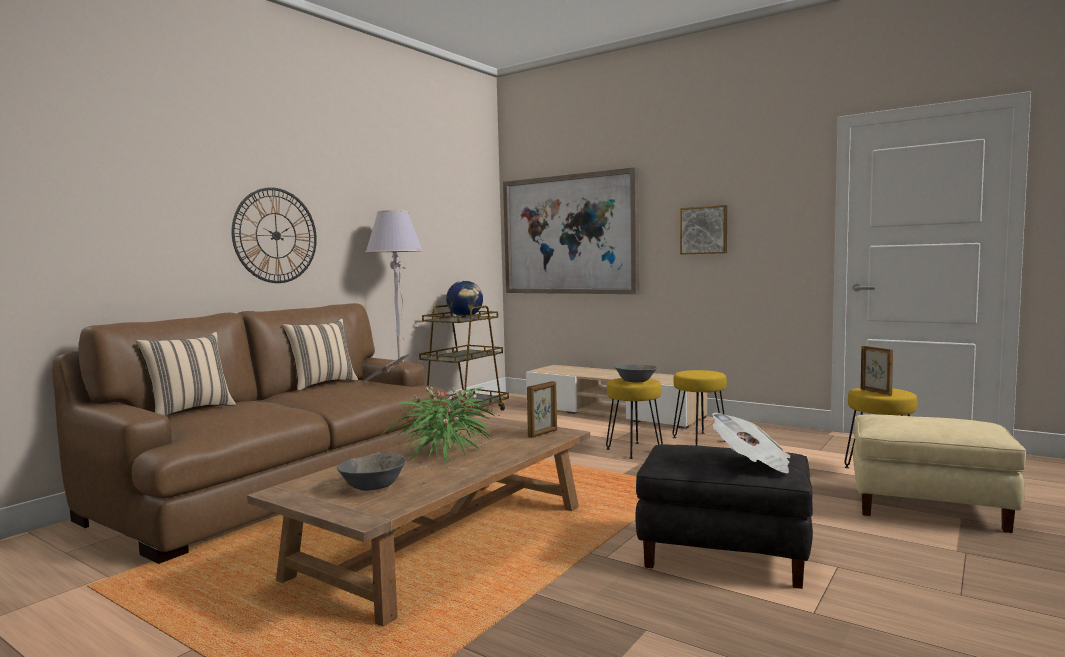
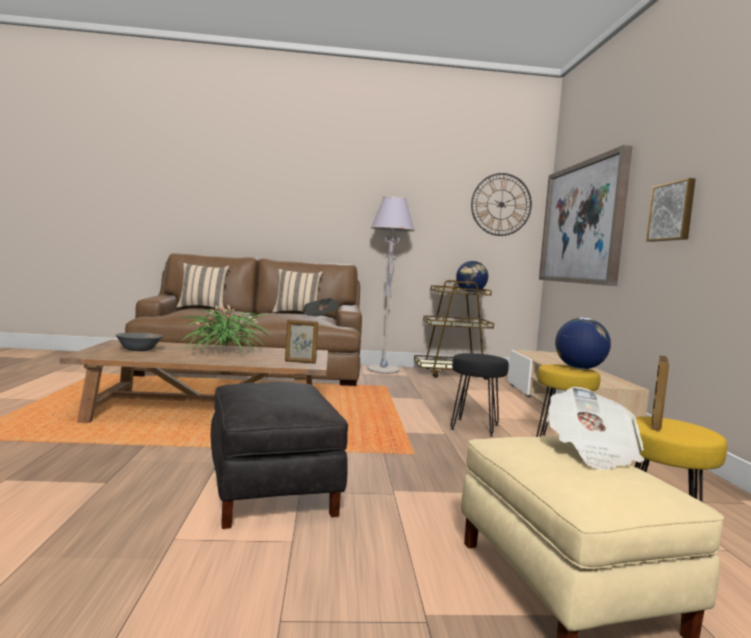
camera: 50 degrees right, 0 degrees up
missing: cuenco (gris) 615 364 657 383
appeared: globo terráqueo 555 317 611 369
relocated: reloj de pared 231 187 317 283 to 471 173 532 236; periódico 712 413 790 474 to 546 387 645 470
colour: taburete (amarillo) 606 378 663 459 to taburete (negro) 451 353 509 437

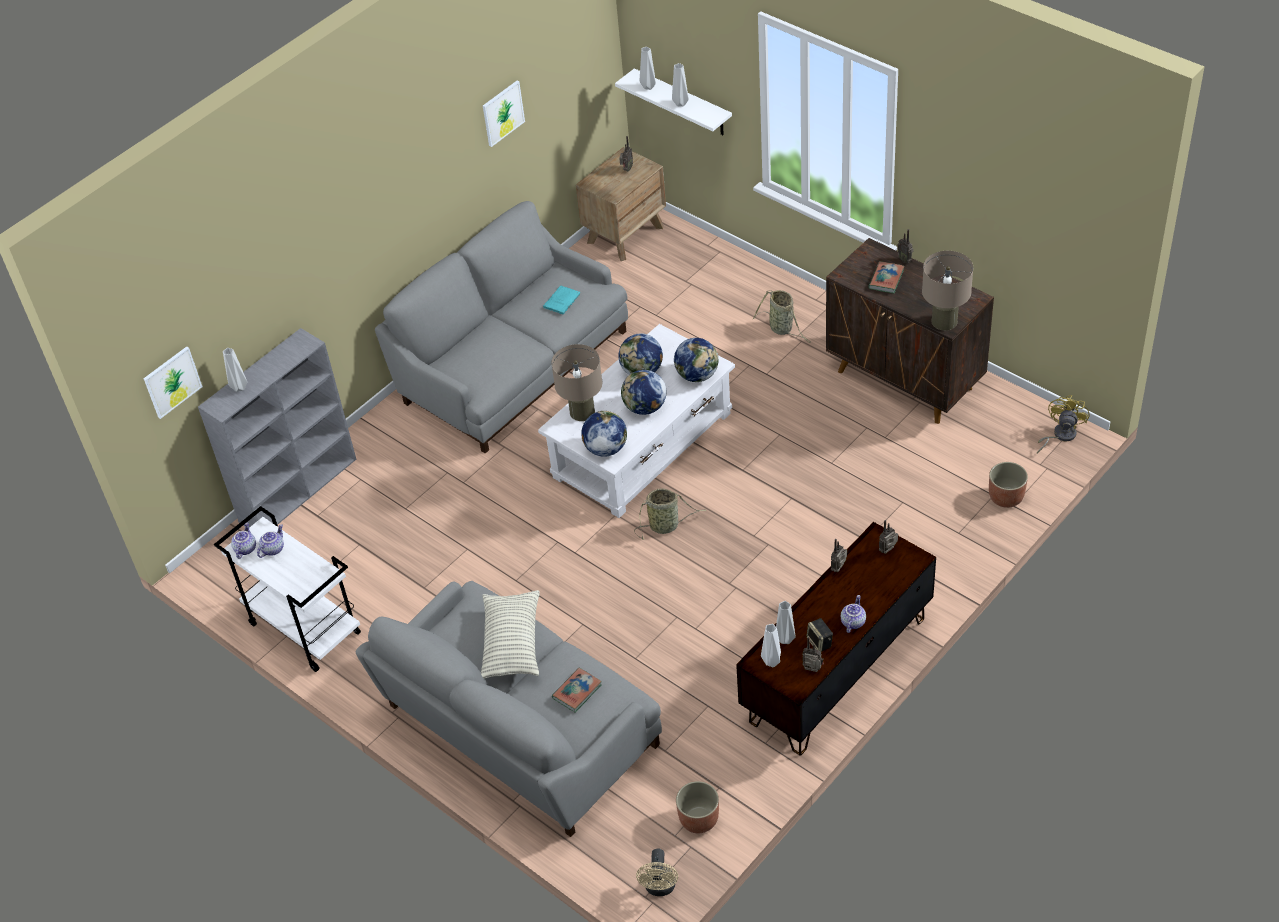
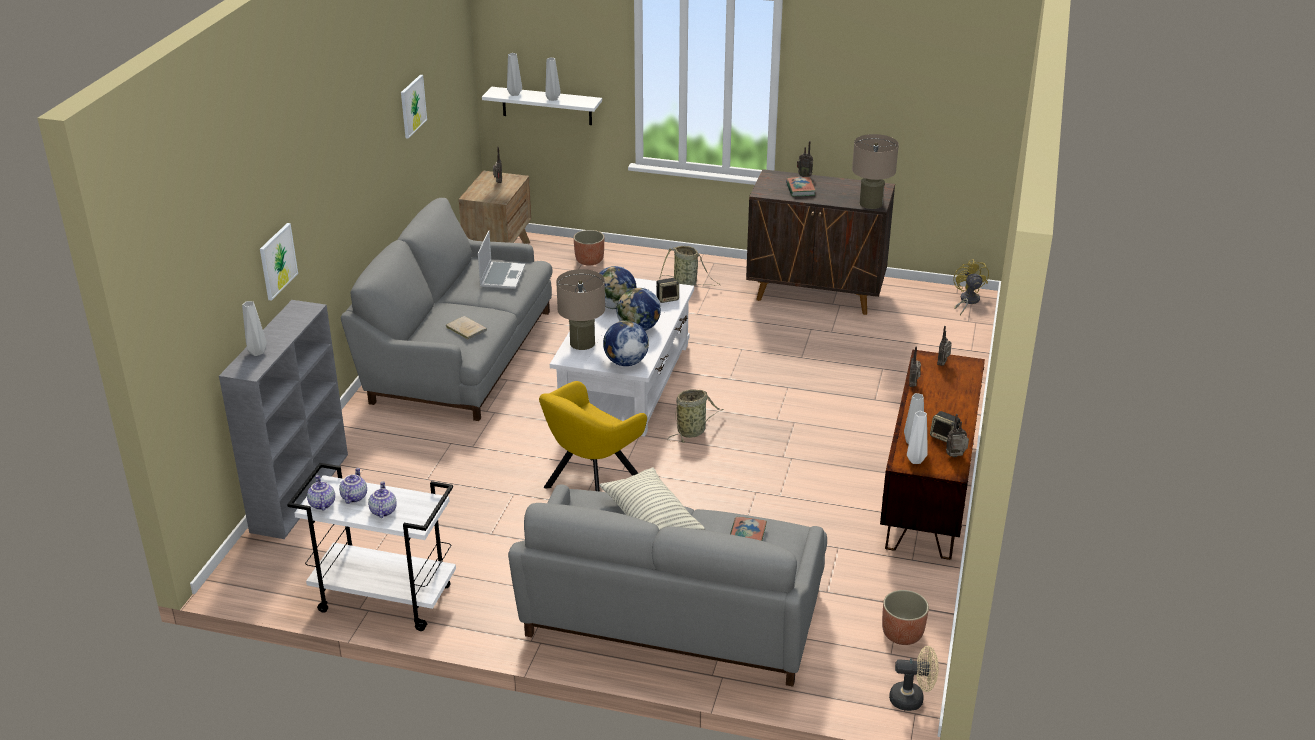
camera: 30 degrees left, 15 degrees down
appeared: libro (beis) 445 316 487 339; sillón (amarillo) 539 381 647 491
relocated: cuadro 143 347 203 419 to 260 223 298 301; maceta 989 462 1028 508 to 573 230 604 265; tetera 841 595 866 633 to 368 481 397 518
exchanged: libro (turquesa) 543 286 580 315 to portátil 478 231 525 289; globo terráqueo 674 338 718 382 to altavoz 656 278 679 303
spun: ventilador (beis) 636 848 678 896 = 889 646 939 711 60 degrees counterclockwise

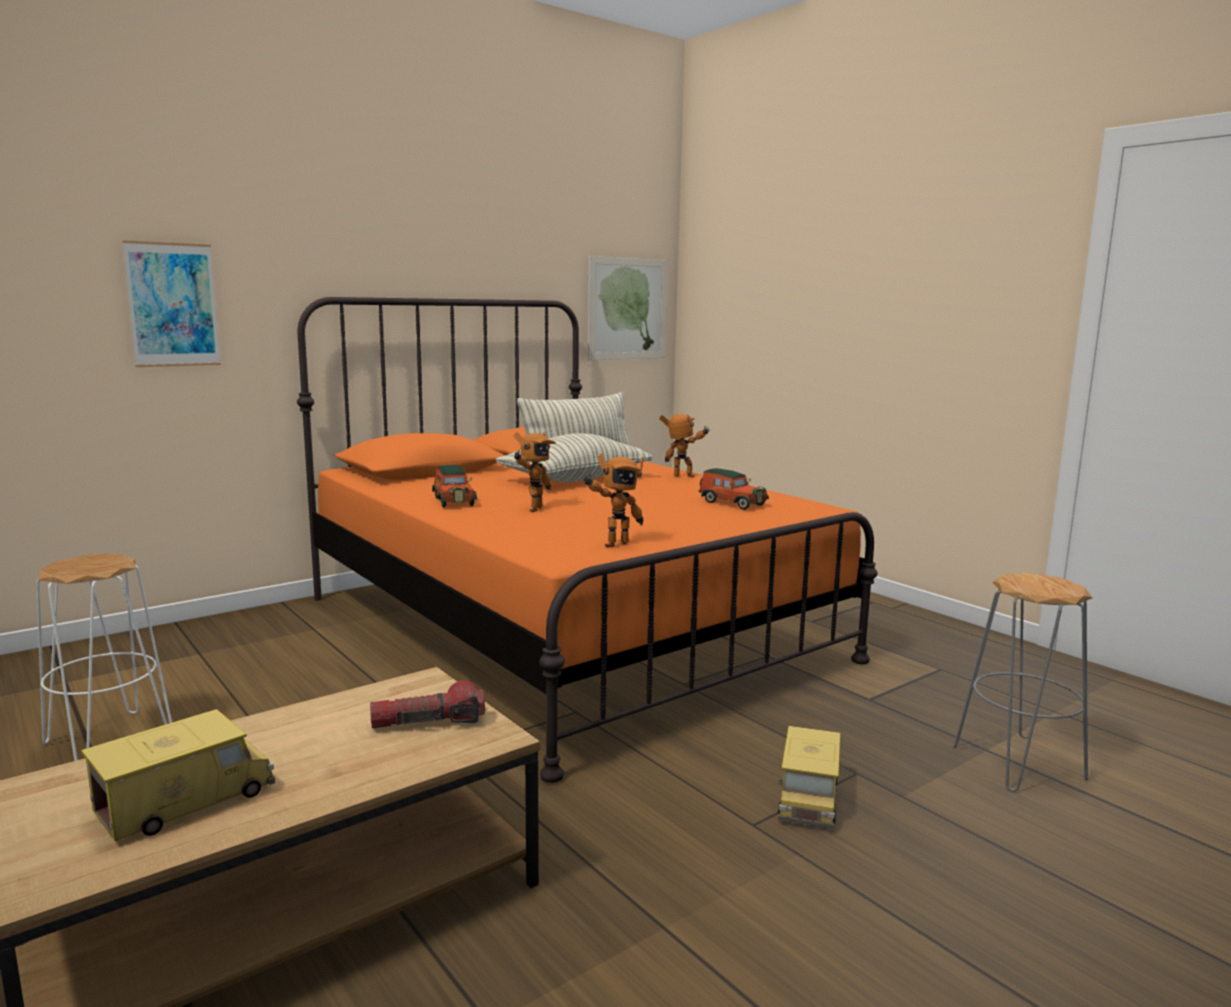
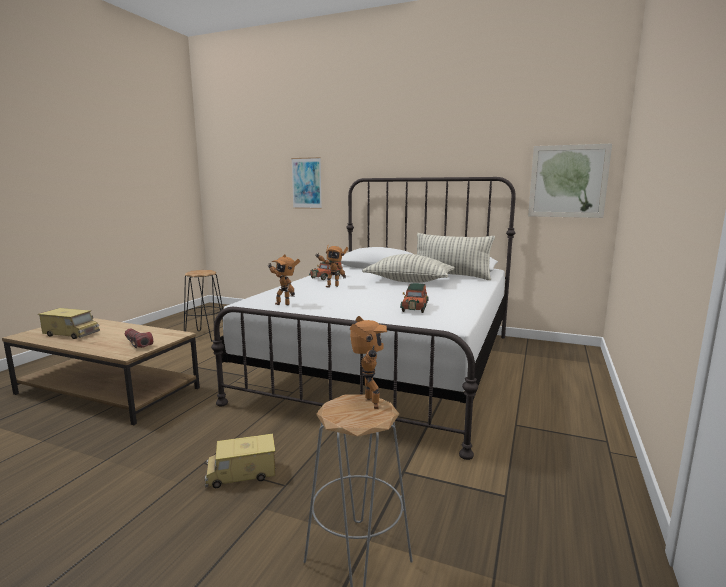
camera: 60 degrees right, 0 degrees up
relocated: robot de juguete 659 414 710 478 to 350 316 387 409
colour: cama (naranja) 297 297 878 783 to cama (blanco) 211 177 516 460; taburete (blanco) 36 554 172 761 to taburete (negro) 184 270 223 342

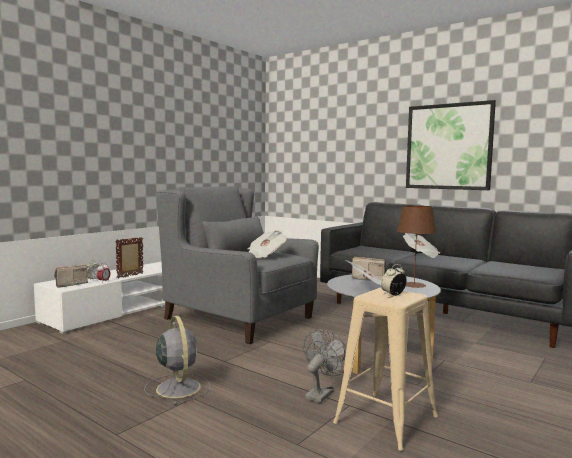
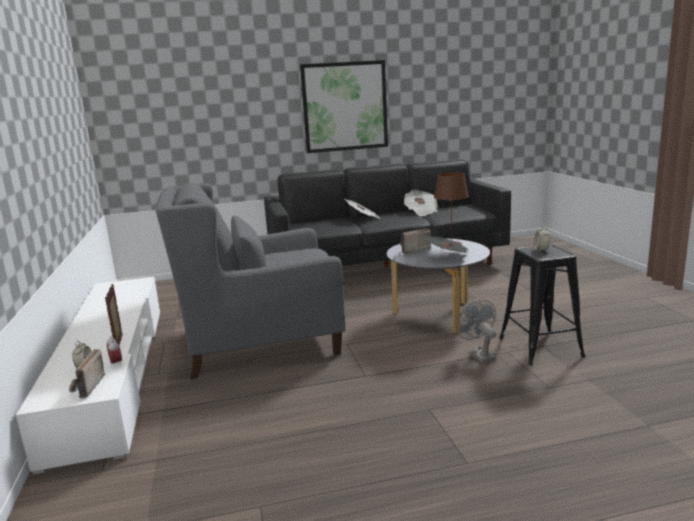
camera: 50 degrees left, 10 degrees up
missing: ventilador (gris) 144 316 210 405
relocated: periódico 248 230 287 258 to 404 189 438 216
colour: taburete (beis) 333 288 438 451 to taburete (negro) 499 244 585 366

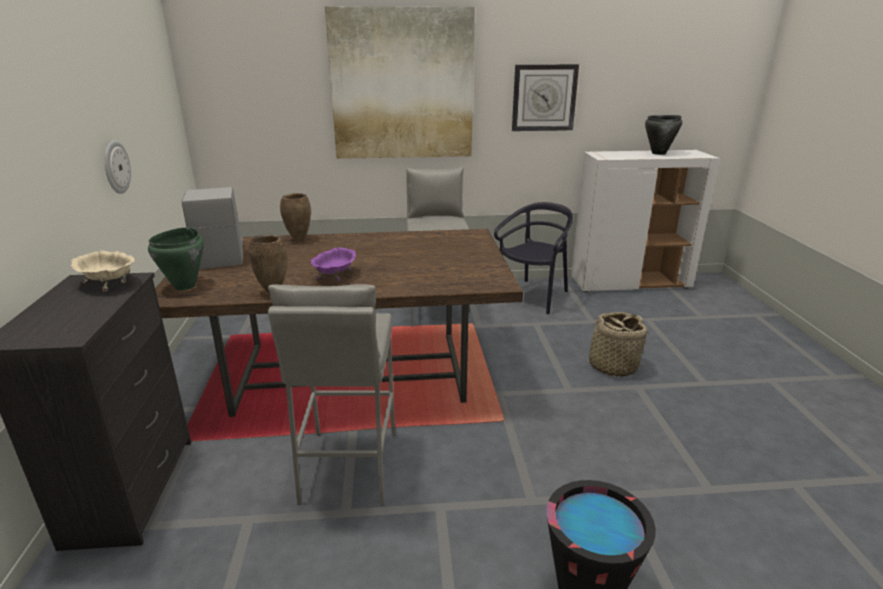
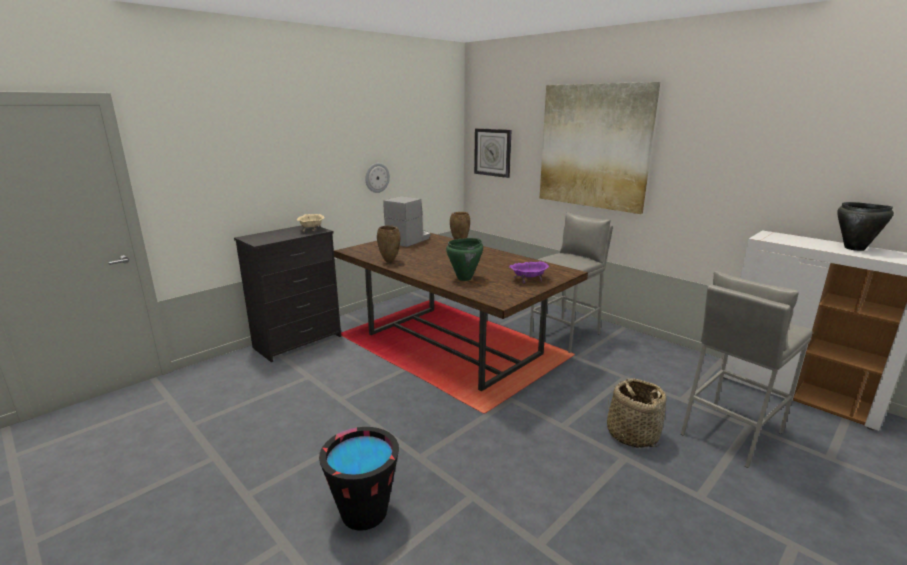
camera: 50 degrees right, 5 degrees down
missing: silla (negro) 494 202 573 314
relocated: reloj de pared 512 64 579 131 to 474 128 512 178; olla (verde) 148 227 204 290 to 446 238 483 281; cuenco (morado) 310 247 356 281 to 510 261 549 283; taburete (gris) 268 284 395 505 to 681 271 812 468

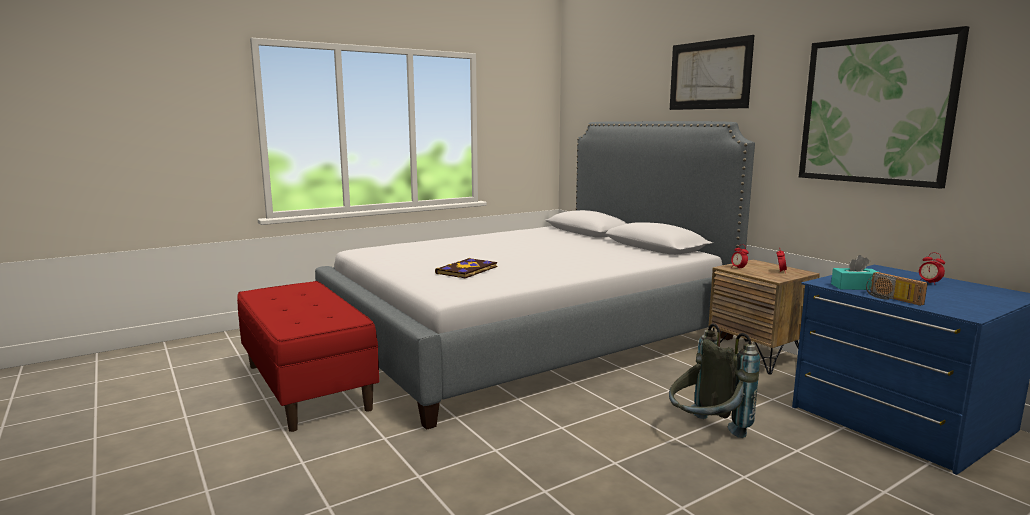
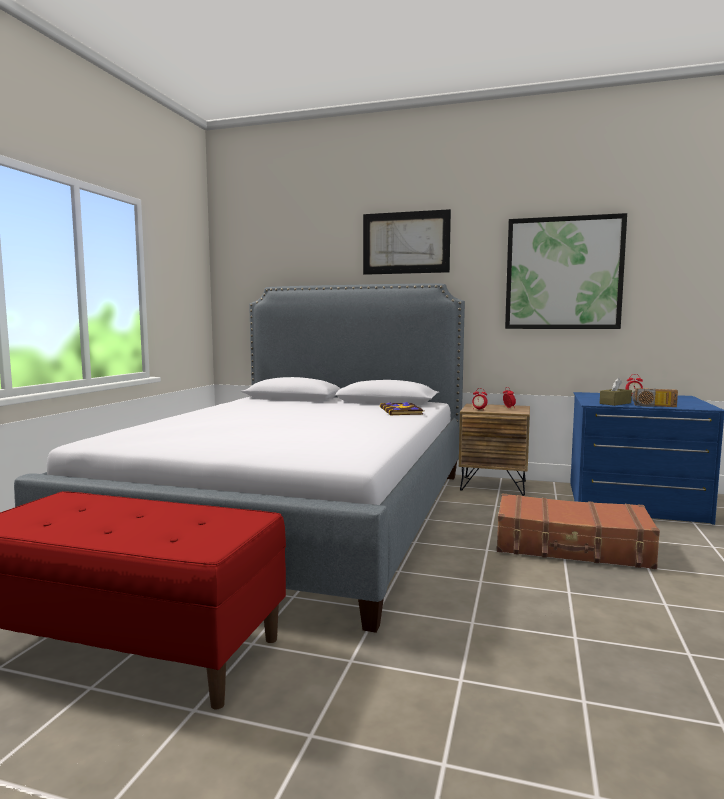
camera: 40 degrees left, 5 degrees down
relocated: libro 435 258 497 278 to 380 402 424 416
exchanged: mochila (gris) 669 323 760 438 to maleta (marrón) 497 494 660 569
colour: caja de pañuelos (turquesa) 831 255 878 290 to caja de pañuelos (marrón) 600 378 632 406

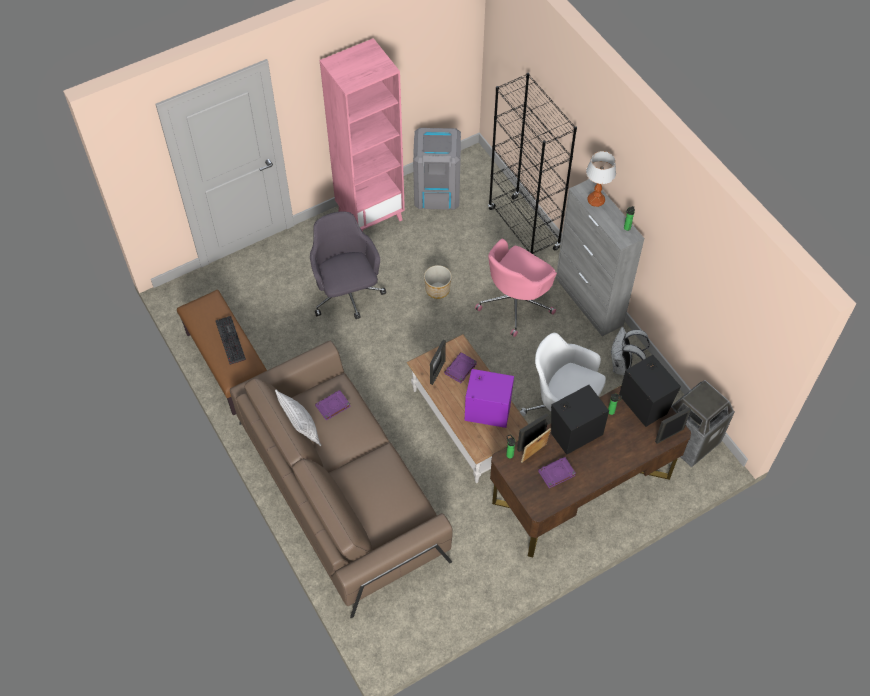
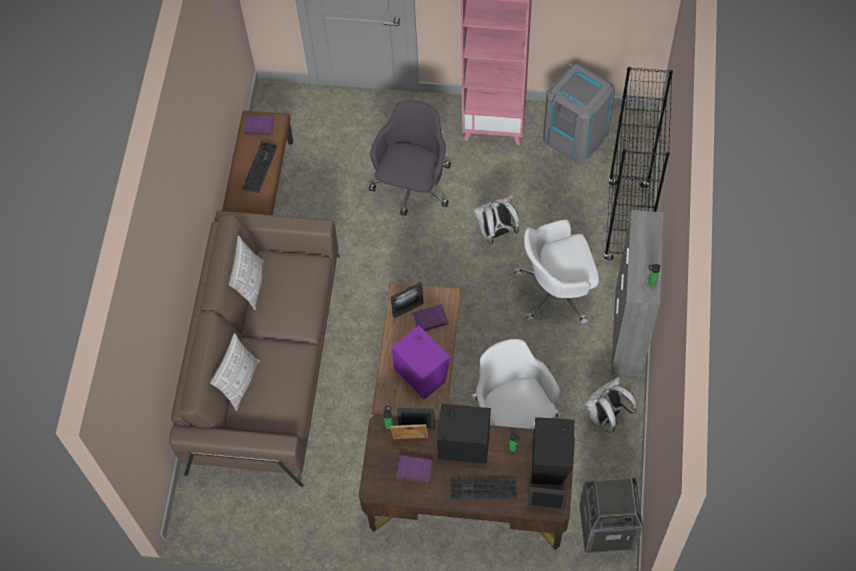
camera: 40 degrees right, 5 degrees up
missing: lámpara de mesa 586 151 616 207
appeared: cojín 210 333 260 411; teclado 450 480 517 501
relocated: libro (morado) 315 390 351 421 to 244 116 274 136
exchanged: maceta 424 265 452 299 to mochila (blanco) 473 196 519 244
colour: silla de oficina (rosa) 475 239 557 337 to silla de oficina (blanco) 514 220 599 324

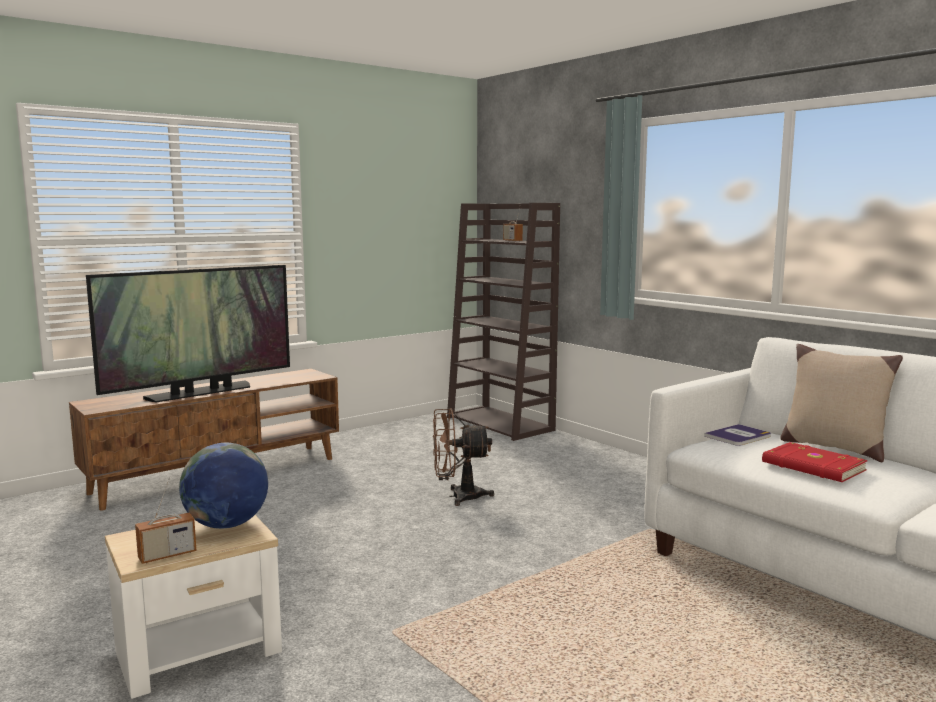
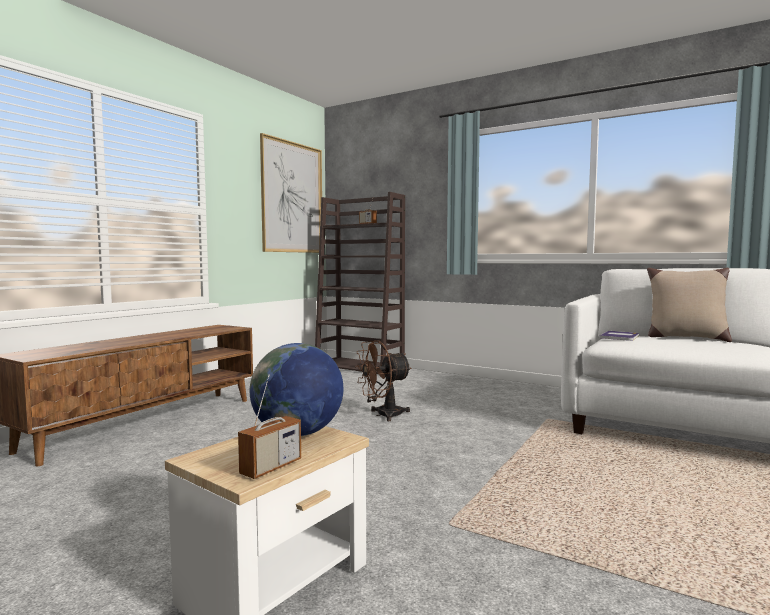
camera: 20 degrees left, 5 degrees down
missing: televisor 86 265 290 402; libro (rojo) 762 442 868 482
appeared: cuadro 260 133 322 253

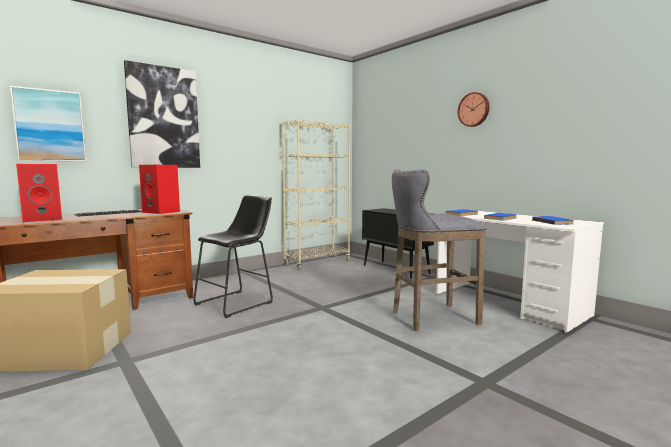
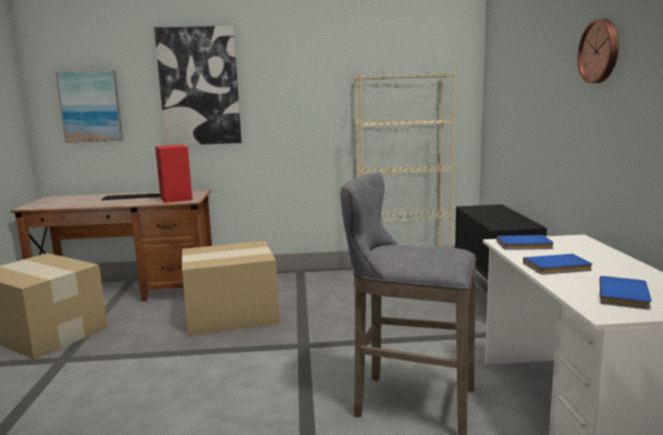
camera: 35 degrees right, 5 degrees up
missing: altavoz (rojo) 16 164 62 222
exchanged: taburete (negro) 193 195 273 318 to caja de cartón 182 241 280 336

